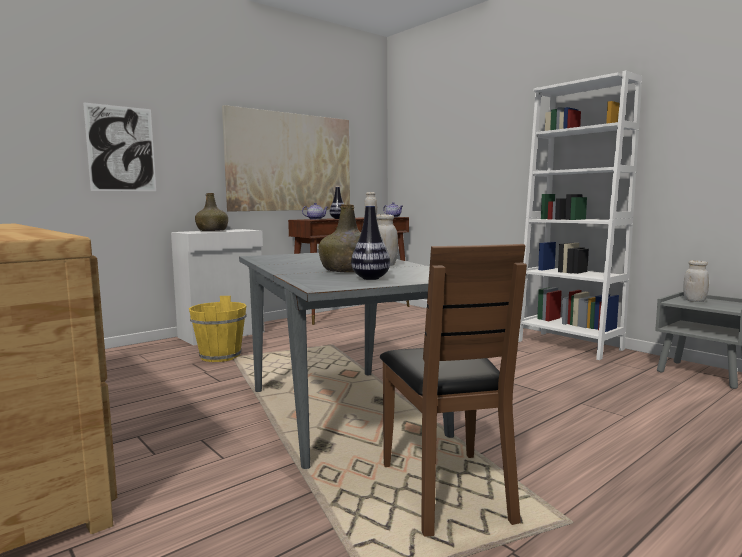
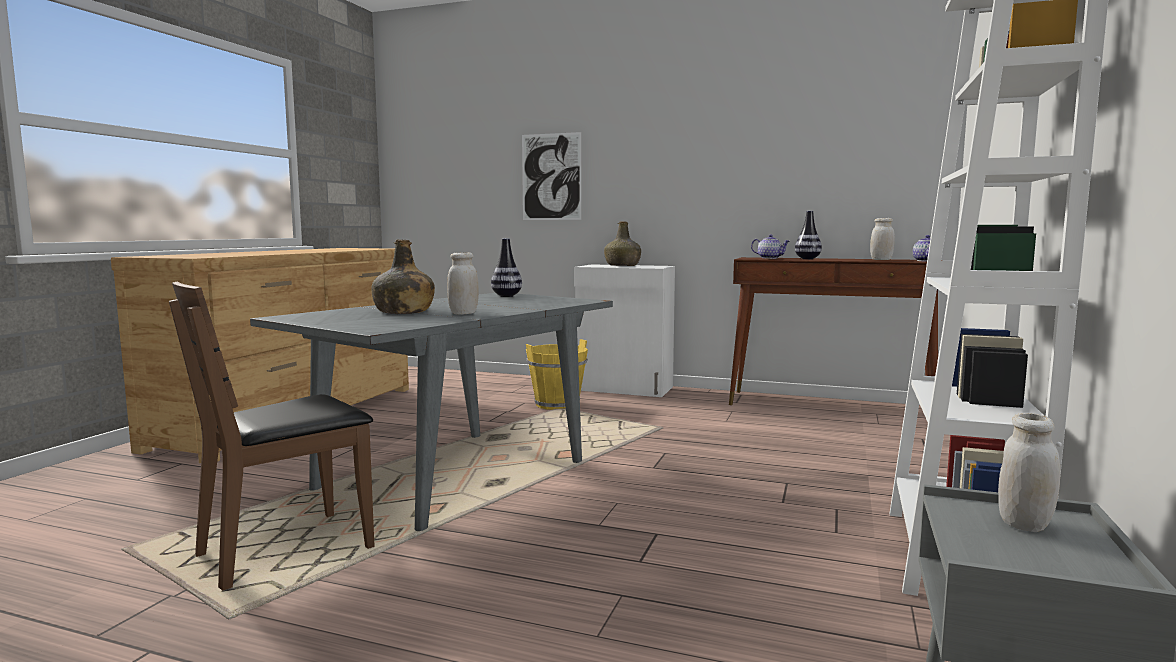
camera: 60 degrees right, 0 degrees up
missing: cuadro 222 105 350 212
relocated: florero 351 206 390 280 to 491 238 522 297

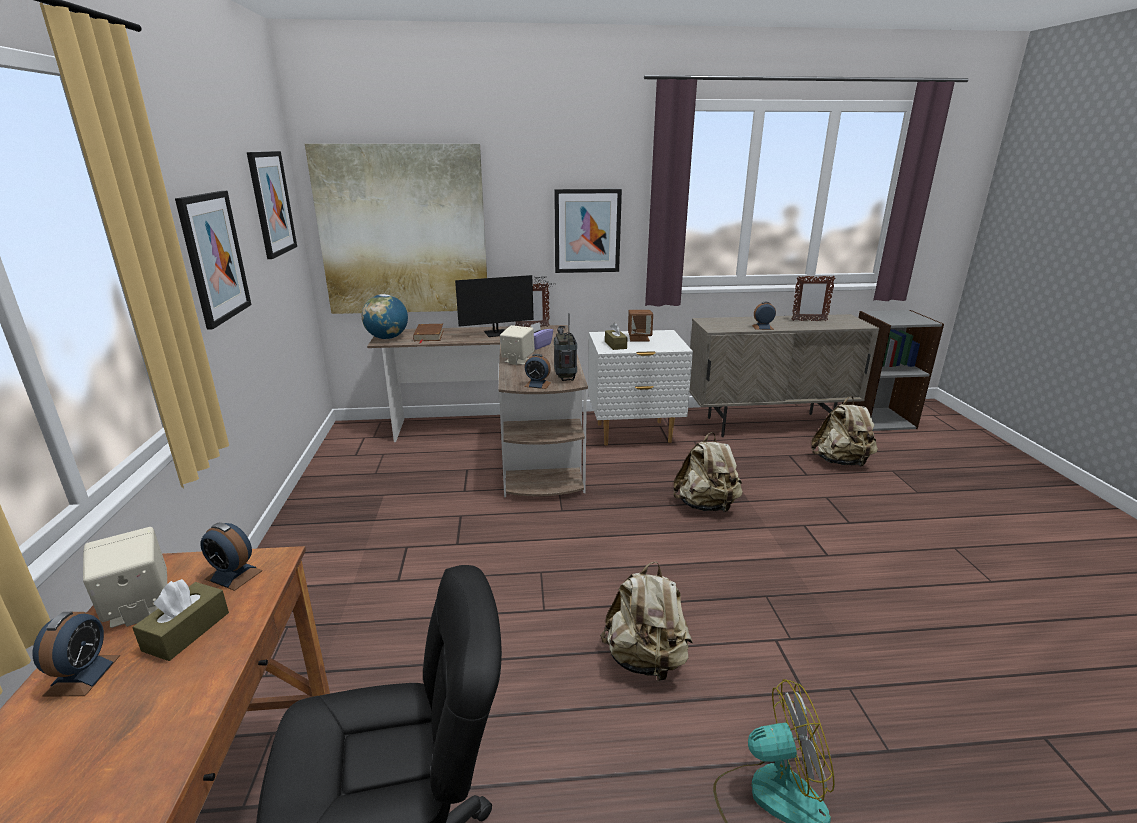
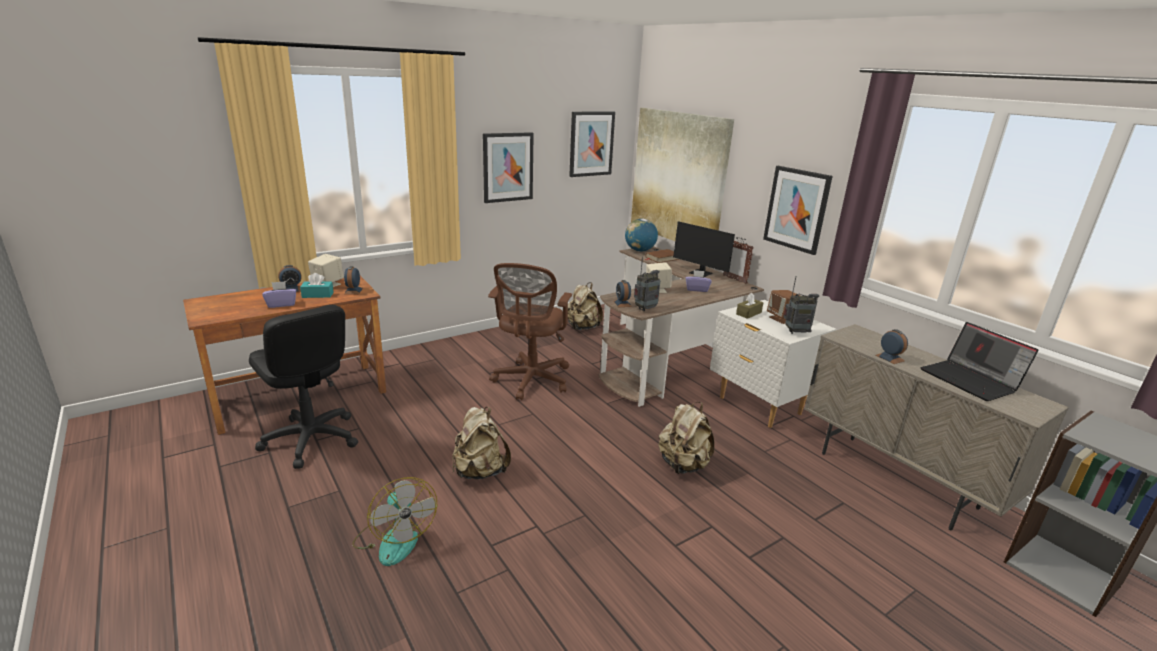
camera: 60 degrees right, 0 degrees up
appeared: silla de oficina (marrón) 488 263 572 400; radio 784 277 819 334; caja de pañuelos (morado) 262 281 296 308
relocated: mochila (beis) 811 396 878 467 to 568 282 603 330
exchanged: portarretratos 791 276 835 321 to portátil 920 322 1039 401
colour: caja de pañuelos (marrón) 132 579 229 661 to caja de pañuelos (turquesa) 300 273 334 298

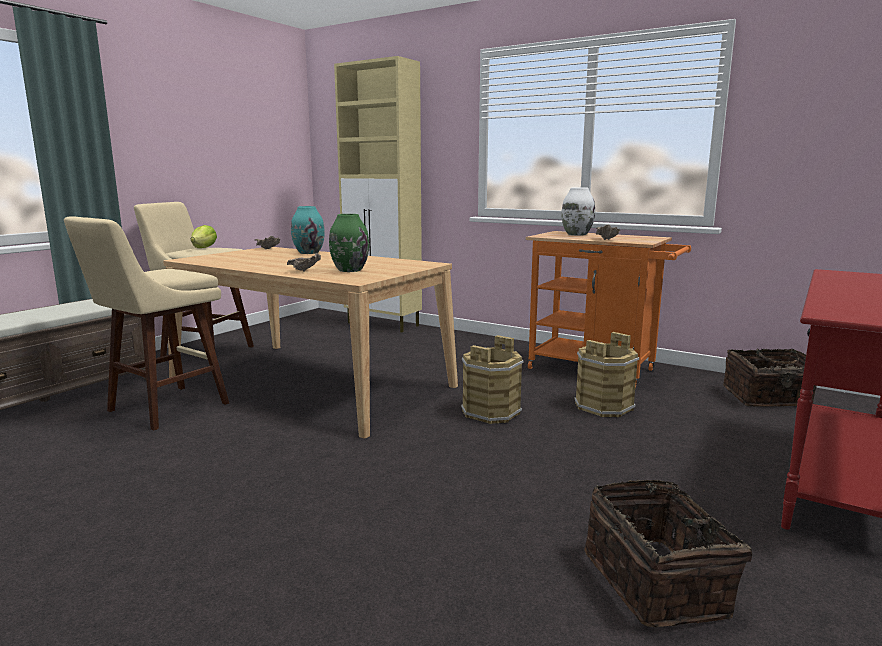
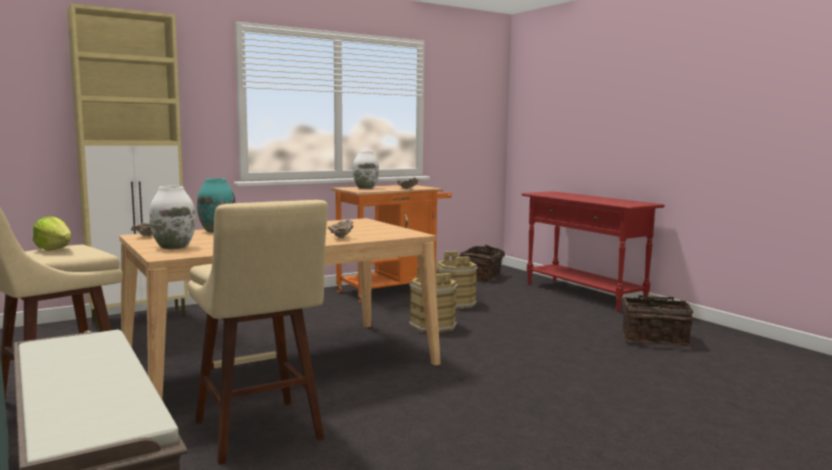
camera: 65 degrees left, 5 degrees down
missing: florero (verde) 329 214 369 272
appeared: florero (blanco) 149 186 196 249

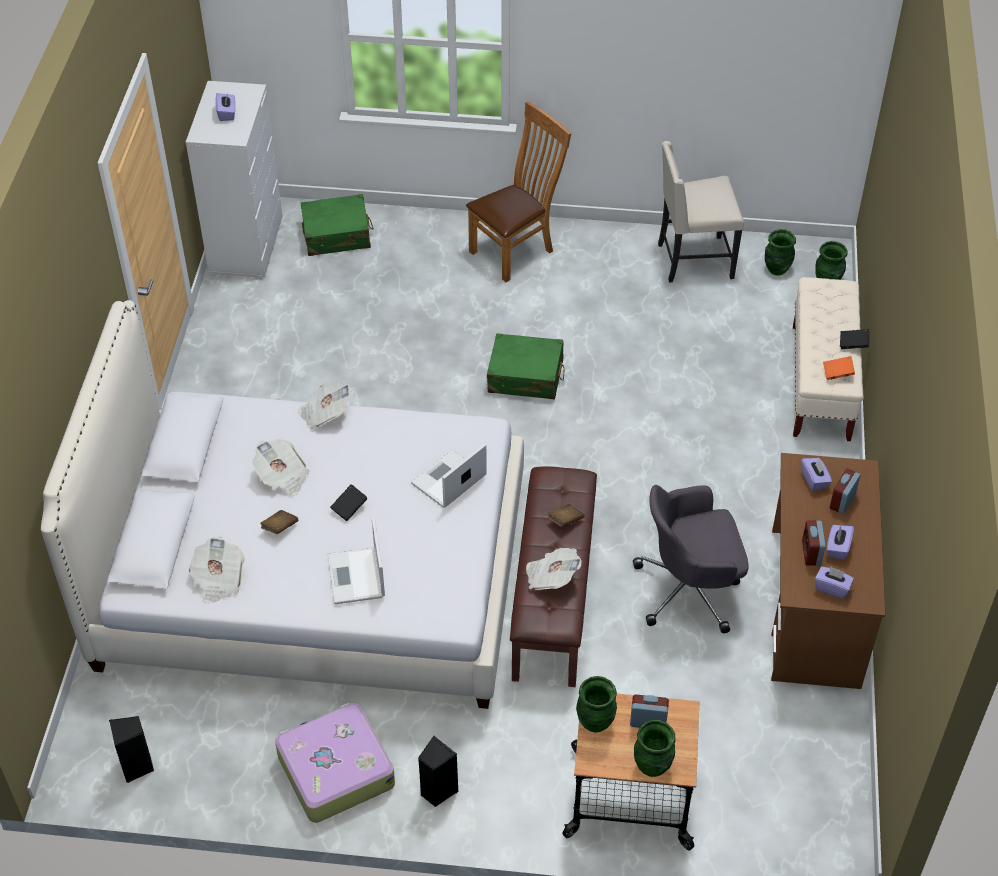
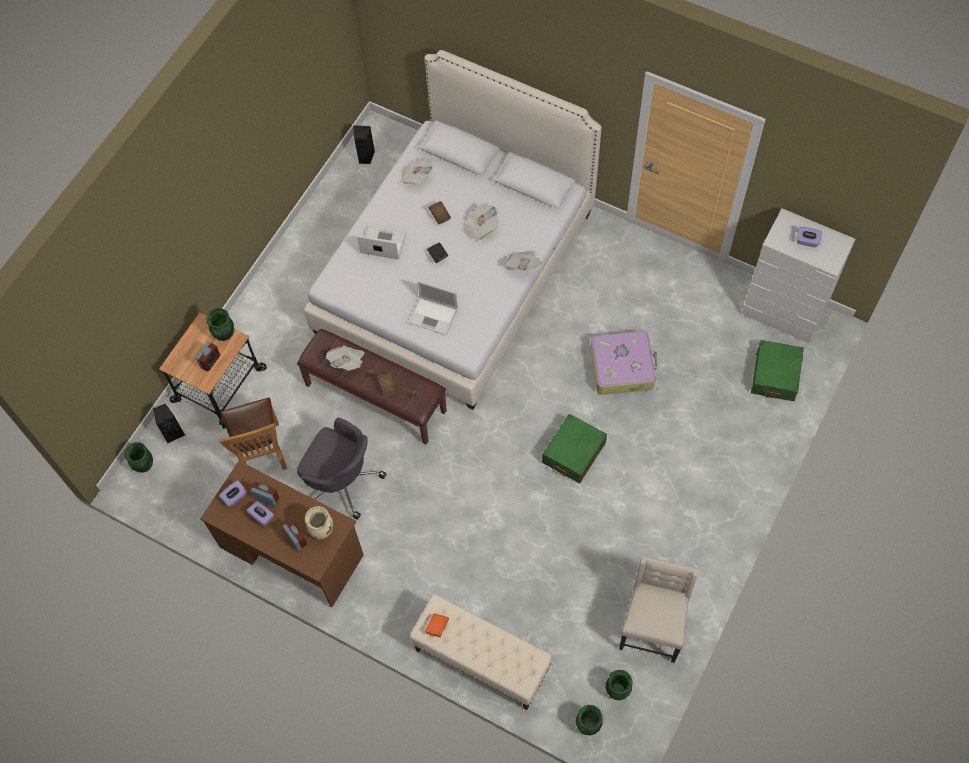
camera: 115 degrees right, 15 degrees up
missing: libro (negro) 840 329 870 349
relocated: silla (marrón) 466 101 571 282 to 218 398 287 470; maleta 275 703 395 823 to 590 331 657 395; florero (verde) 634 720 676 777 to 124 442 153 472; altavoz (negro) 418 736 459 807 to 153 404 185 444
exchanged: caja de pañuelos (morado) 801 458 832 491 to florero (beis) 305 506 333 539
spun: portátil 411 443 487 508 = 408 281 458 335 135 degrees clockwise; silla de oficina (gris) 633 485 749 633 = 297 417 387 519 105 degrees clockwise

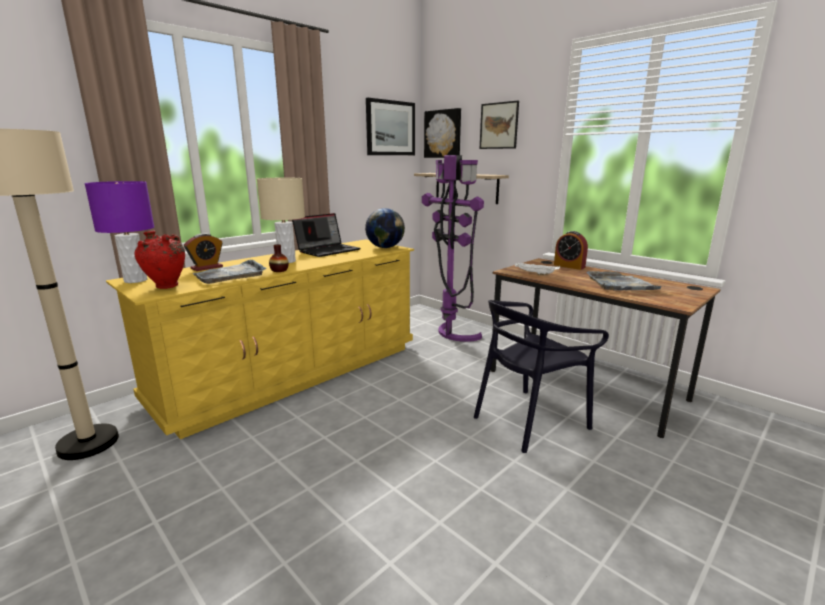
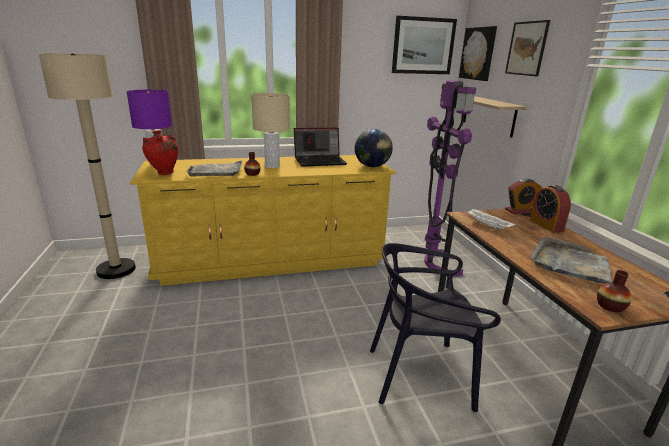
camera: 30 degrees right, 5 degrees up
appeared: florero 597 270 632 312
relocated: despertador 184 233 223 271 to 505 179 542 214

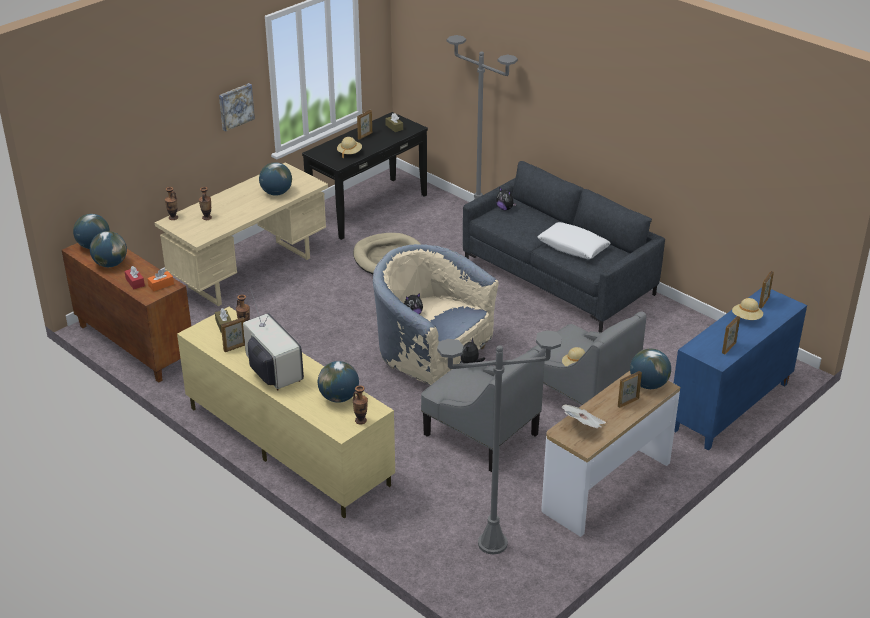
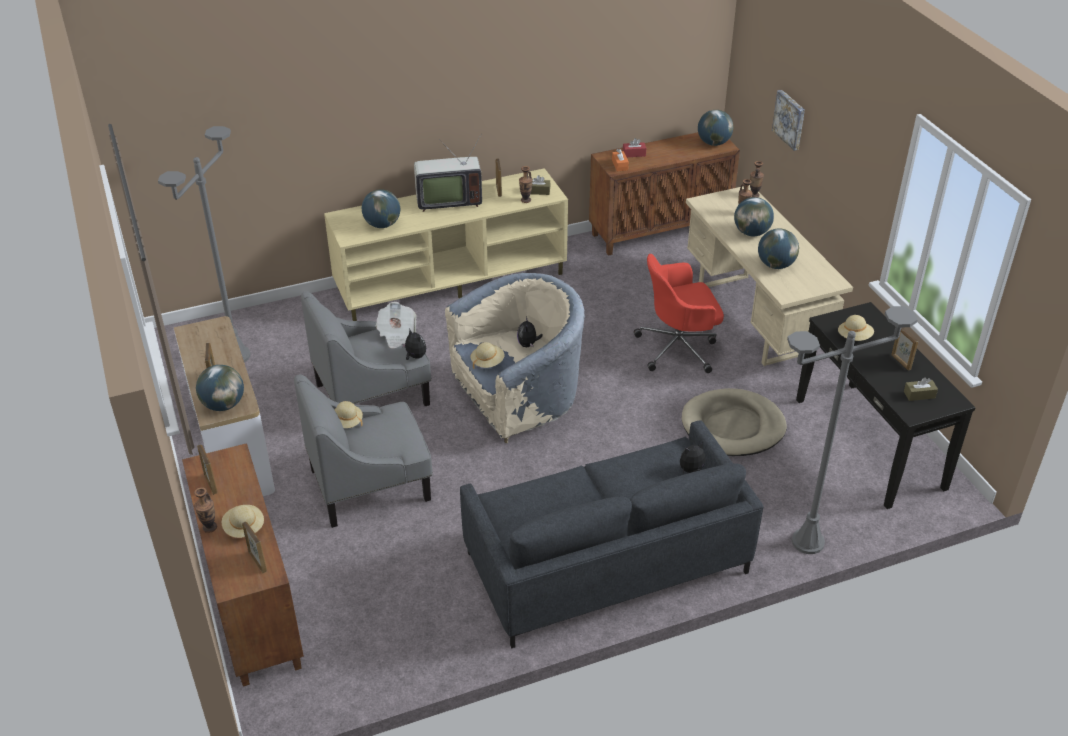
camera: 115 degrees right, 5 degrees up
missing: cojín (blanco) 537 222 611 259
appeared: silla de oficina (rojo) 634 254 724 373; sombrero (beis) 471 342 505 369
relocated: cuadro 219 83 255 132 to 772 90 805 151; globo terráqueo 90 231 127 267 to 734 197 774 236; florero 352 385 368 424 to 194 487 217 533; periódico 562 404 606 429 to 375 302 417 349
colour: armario (azul) 674 288 807 451 to armario (marrón) 182 443 304 687

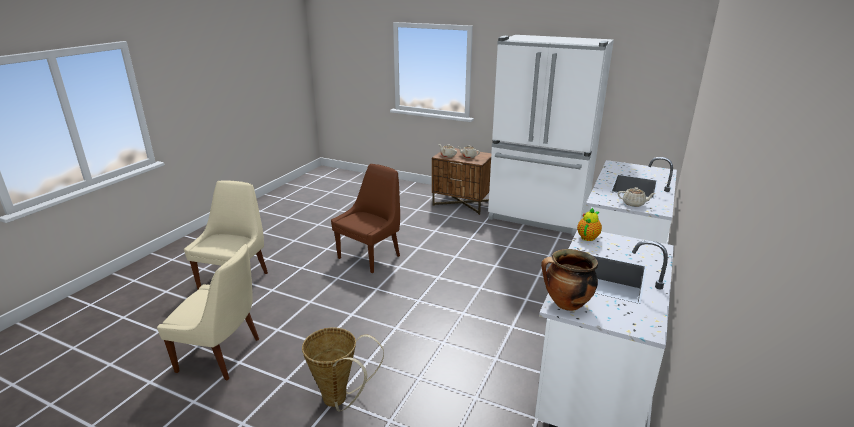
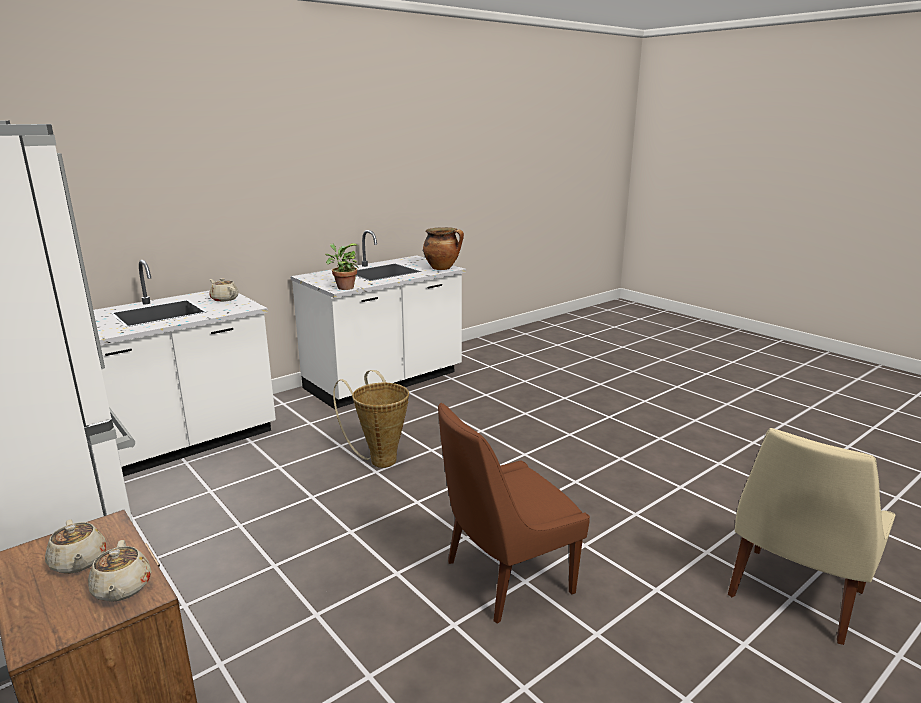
camera: 155 degrees left, 5 degrees down
missing: silla (beis) 157 244 259 381
relocated: cesta 302 327 384 411 to 333 370 409 468
exchanged: tetera 577 208 602 241 to planta en maceta 325 243 358 290

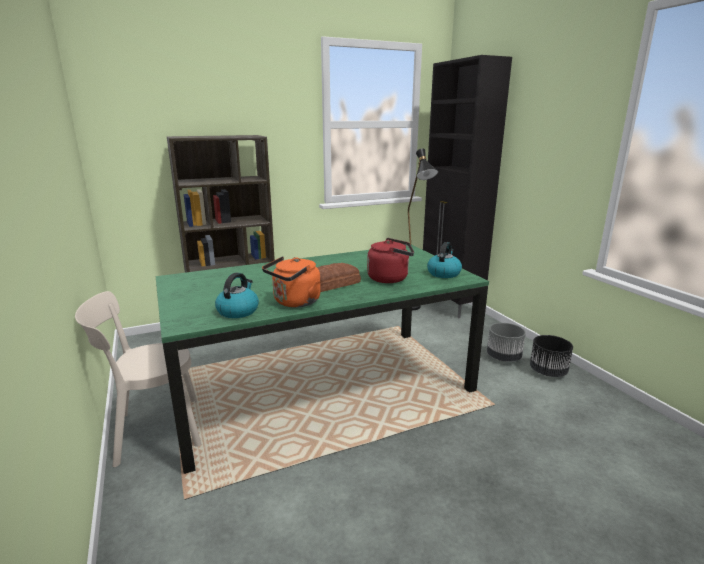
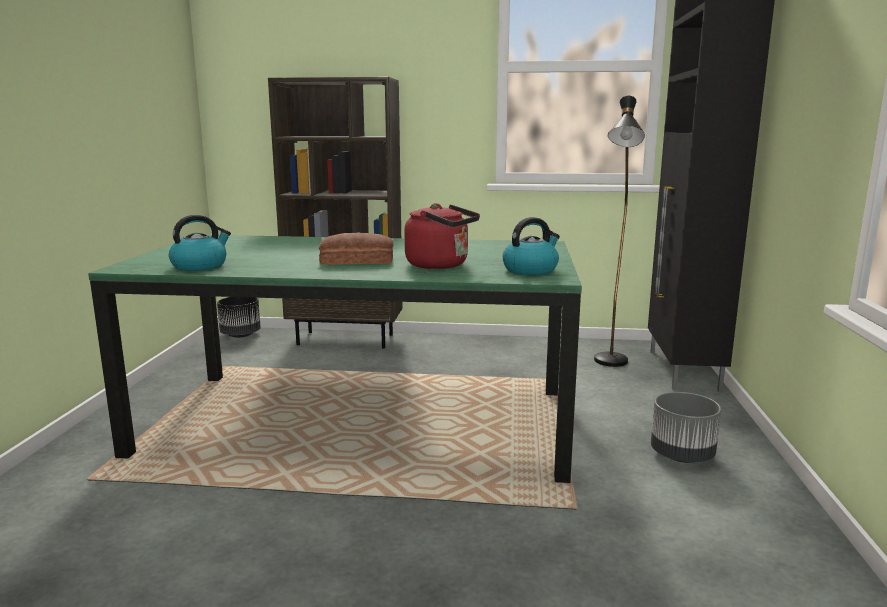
camera: 30 degrees right, 5 degrees down
missing: hervidor (naranja) 262 256 321 307; silla (beis) 75 291 201 467
relocated: maceta (negro) 530 335 573 377 to 217 297 261 338

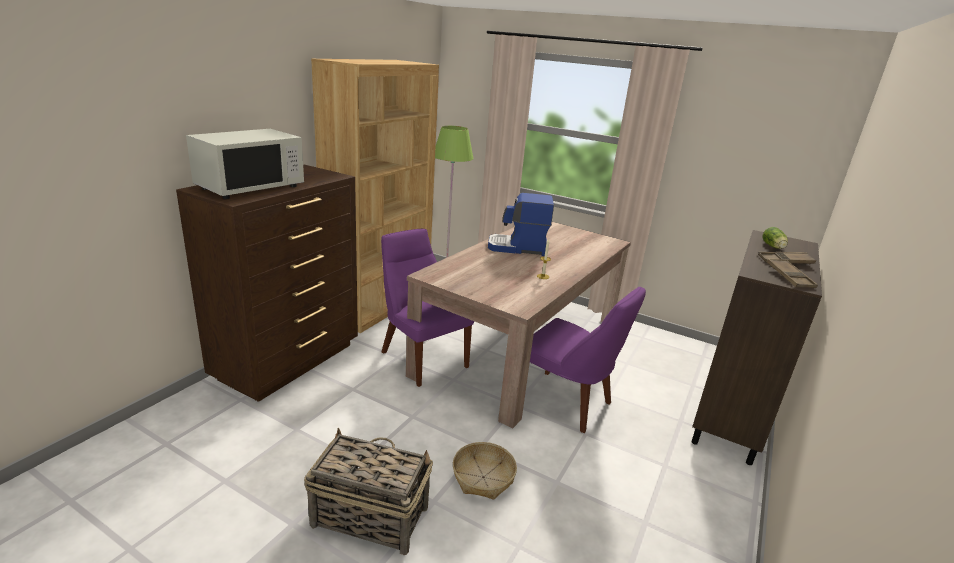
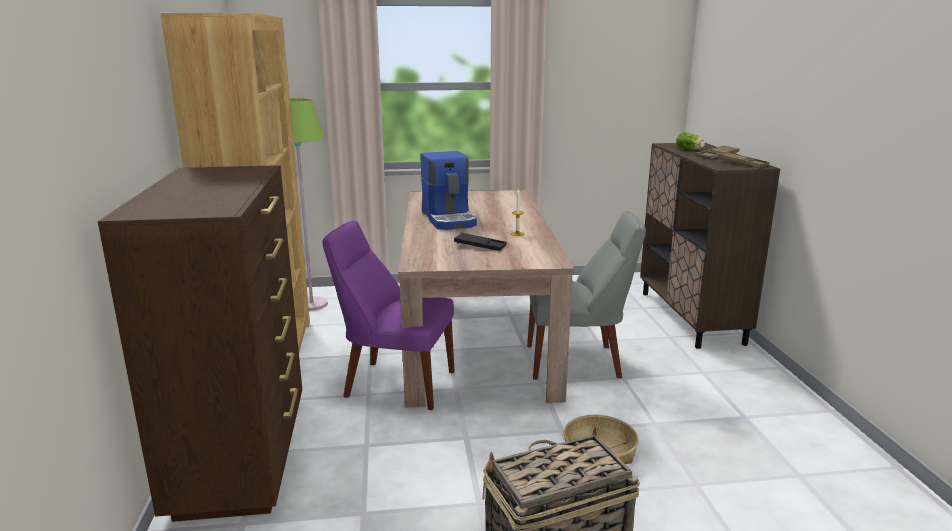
camera: 35 degrees left, 5 degrees down
missing: microondas (blanco) 186 129 304 199
appeared: bandeja (negro) 454 233 507 251
colour: silla (morado) 530 287 646 433 to silla (gris) 527 211 646 380
spun: cafetera 488 193 554 256 = 420 151 477 230 75 degrees counterclockwise

